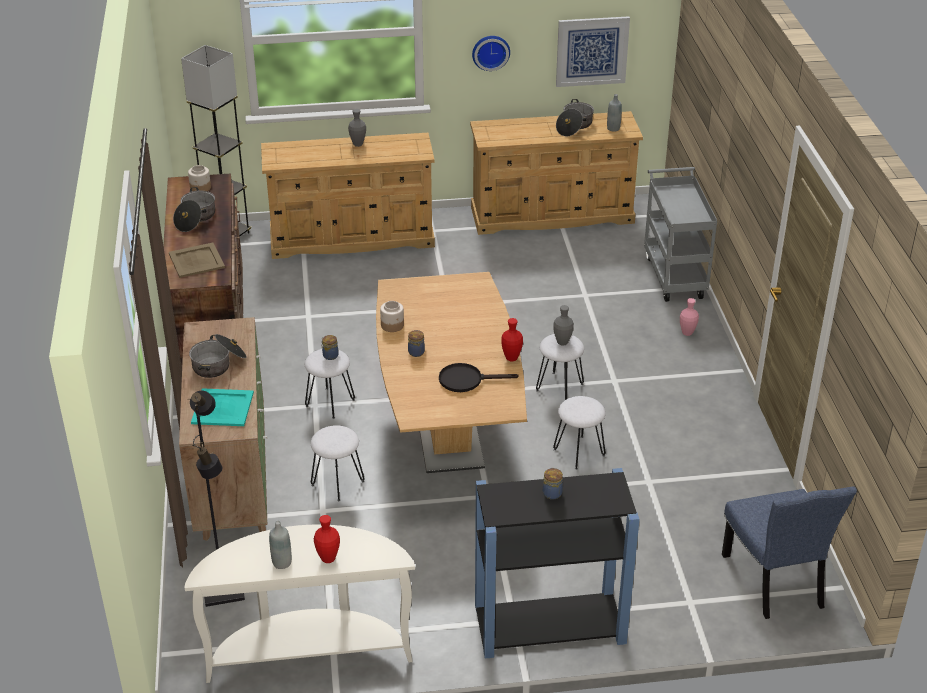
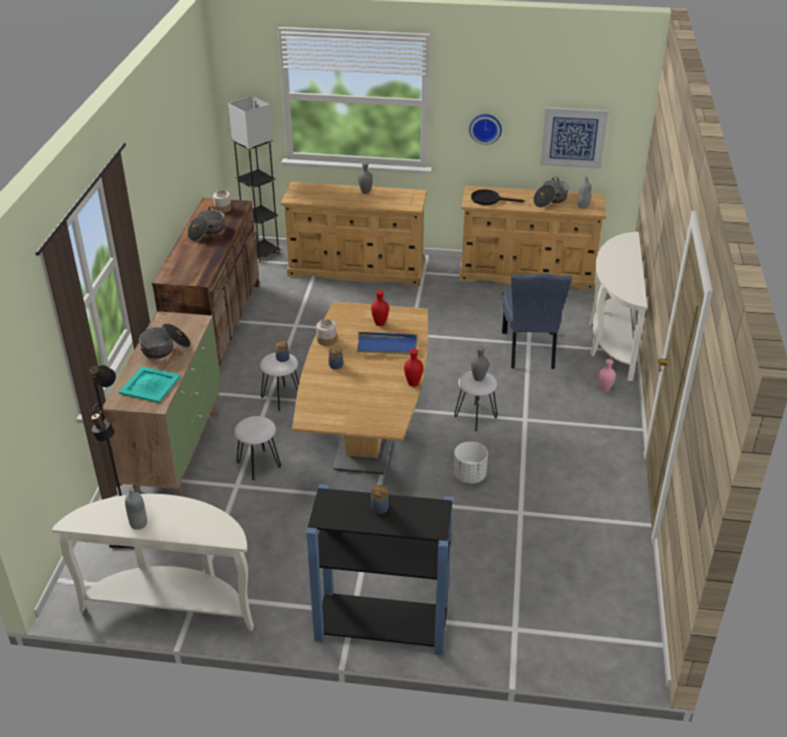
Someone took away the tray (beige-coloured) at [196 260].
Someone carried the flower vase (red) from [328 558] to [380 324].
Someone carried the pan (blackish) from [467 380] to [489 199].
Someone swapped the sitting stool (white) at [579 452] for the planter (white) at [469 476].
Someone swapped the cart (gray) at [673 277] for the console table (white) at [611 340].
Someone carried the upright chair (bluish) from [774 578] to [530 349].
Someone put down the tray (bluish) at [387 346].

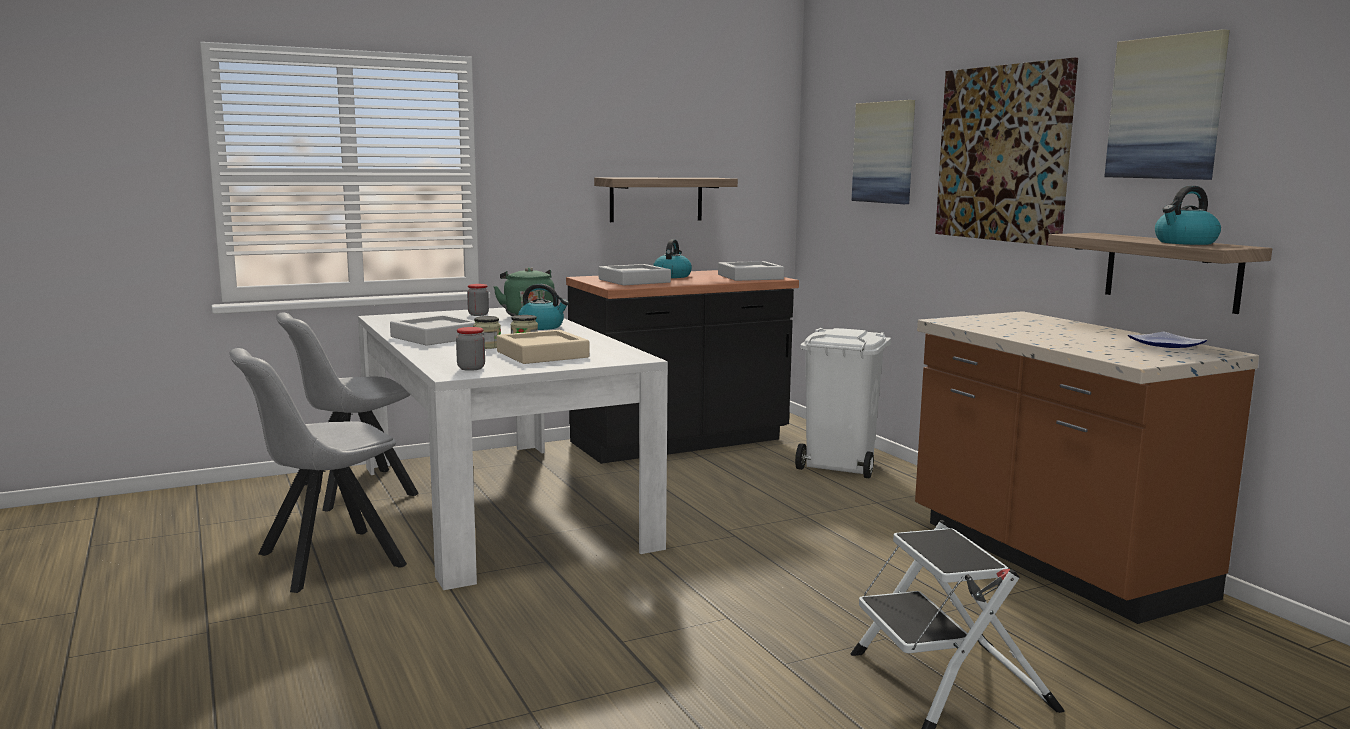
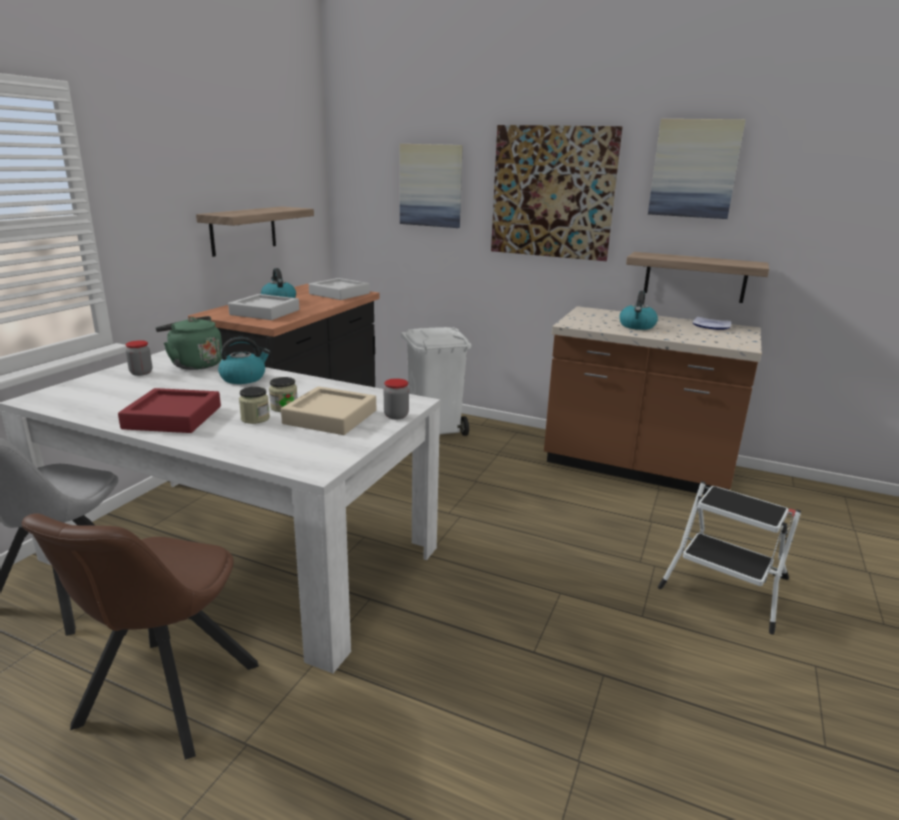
Someone repainted the upright chair (gray) at [326 561], which became the upright chair (brownish) at [166 698].
Someone repainted the tray (gray) at [436 337], which became the tray (red) at [173 417].
Someone carried the jar from [471 368] to [396 416].
Someone carried the kettle from [1185 242] to [637 326].

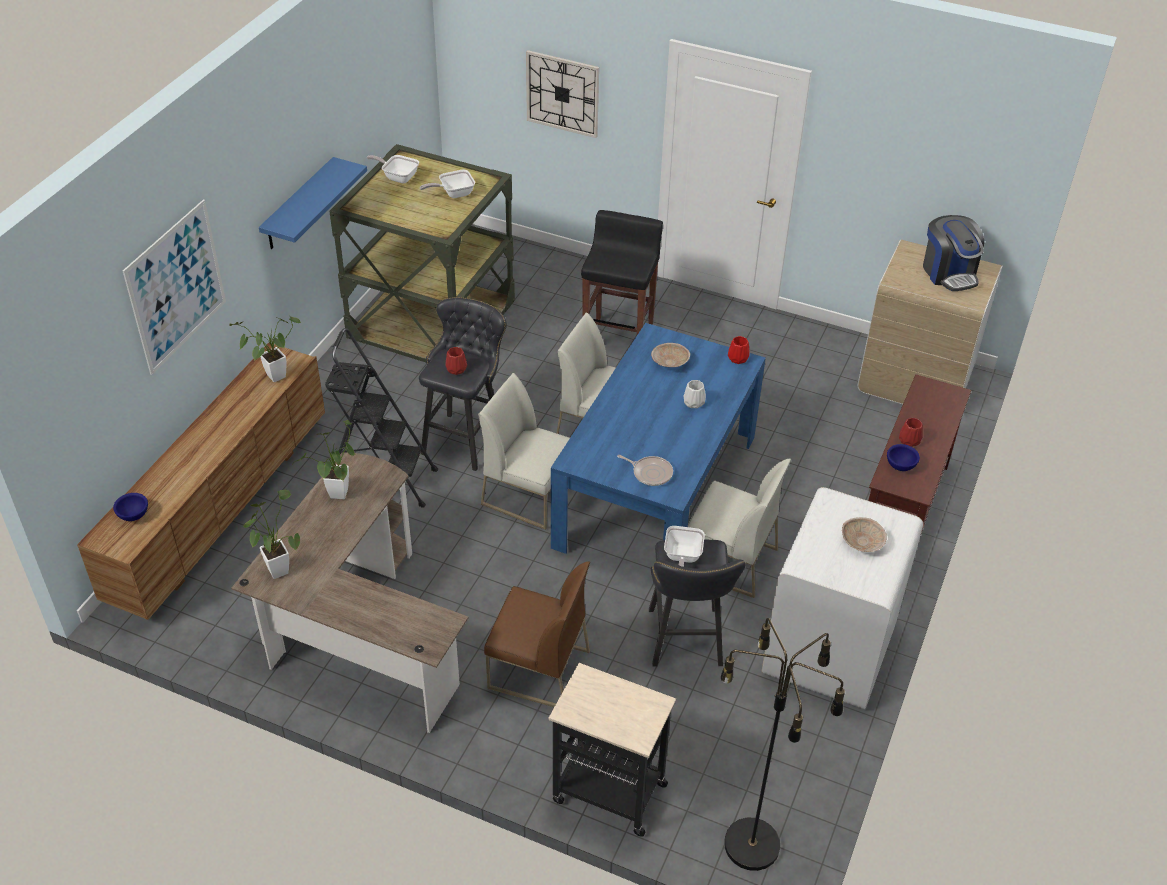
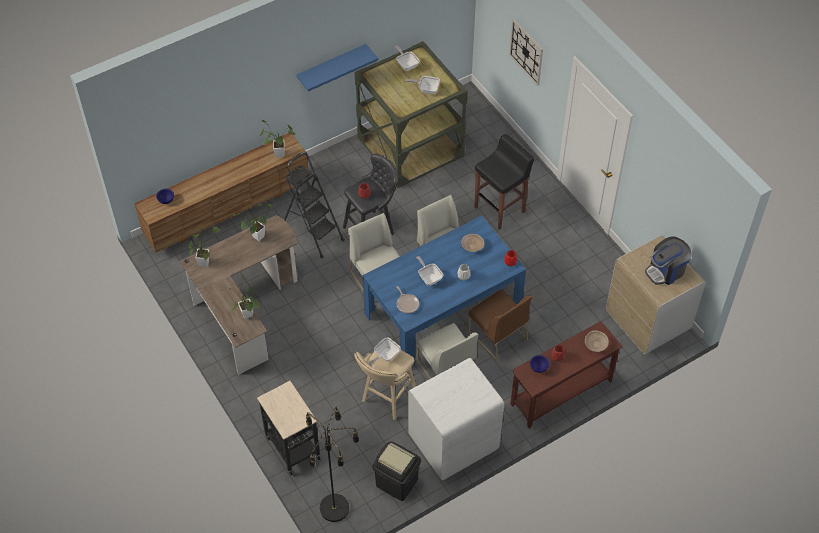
Someone took away the wall picture at [176 287].
Someone carried the upright chair (brownish) from [538 670] to [497 335].
Someone repainted the sitting stool (blackish) at [685 646], which became the sitting stool (beige-coloured) at [386 400].
Someone carried the bowl (beige-coloured) from [862 543] to [595 345].
Someone rotated the coffee brewer at [949 273] by 45 degrees clockwise.
Someone put down the potted plant at [248 316].
Someone put down the waste bin (blackish) at [396 483].
Someone put down the pan at [429 277].

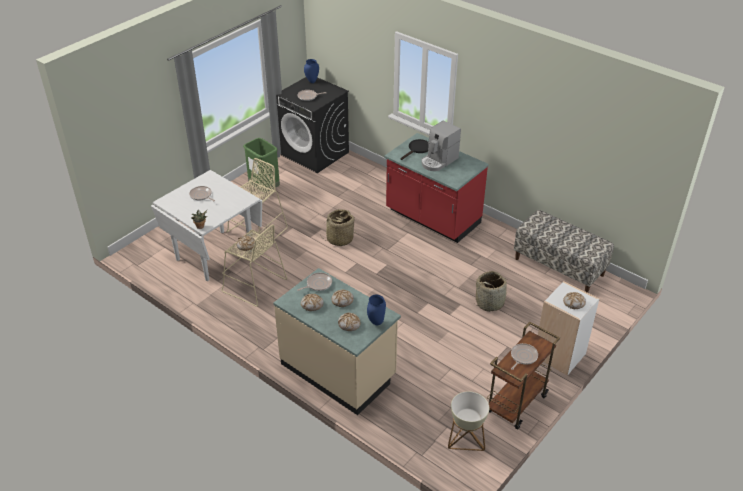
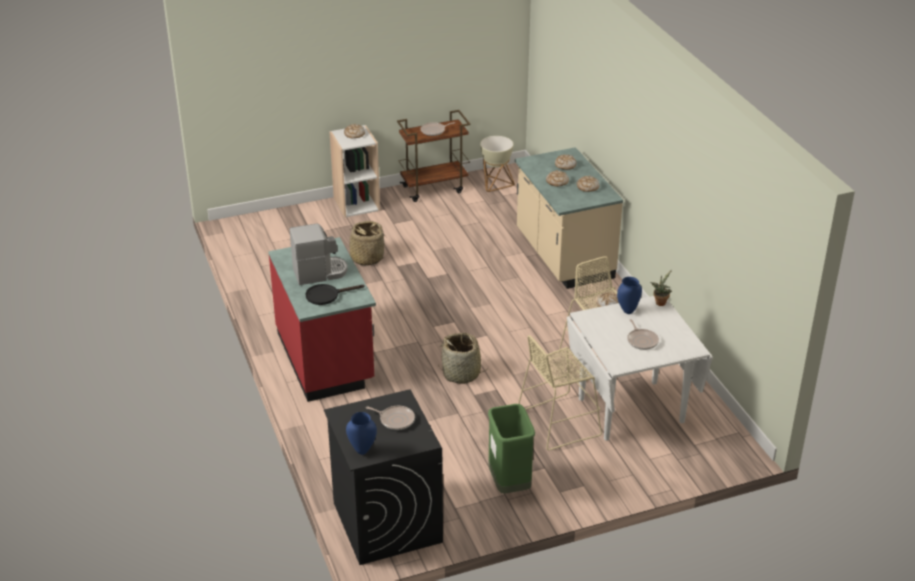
Someone took away the pan at [318 284].
Someone carried the flower vase (bluish) from [376 322] to [628 311].
Someone took away the bench at [559 267].

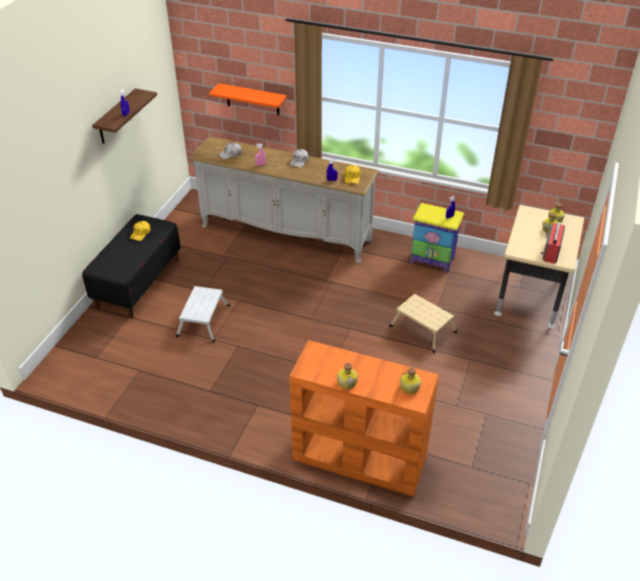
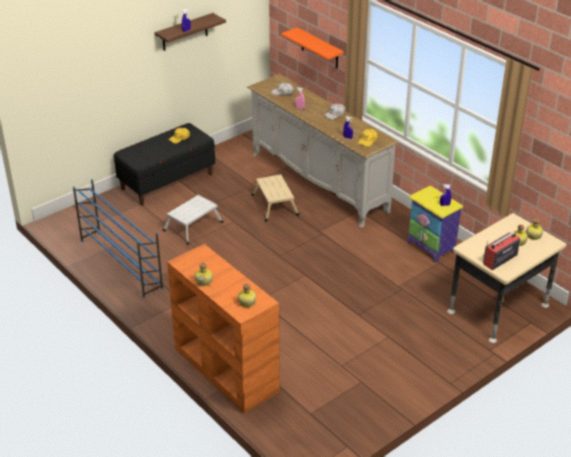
Someone carried the step stool (beige-coloured) from [422 328] to [275 204].
Someone put down the shoe stand (bluish) at [120 263].

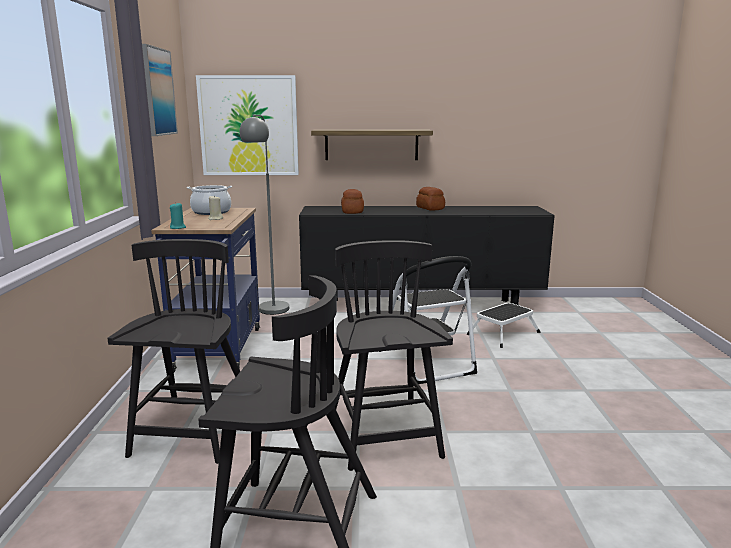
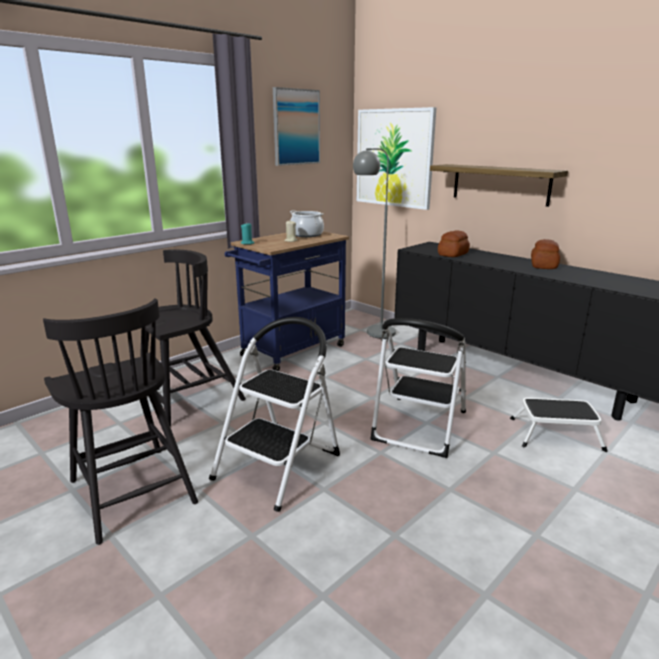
Someone swapped the upright chair (blackish) at [384 434] for the step stool at [280 465].

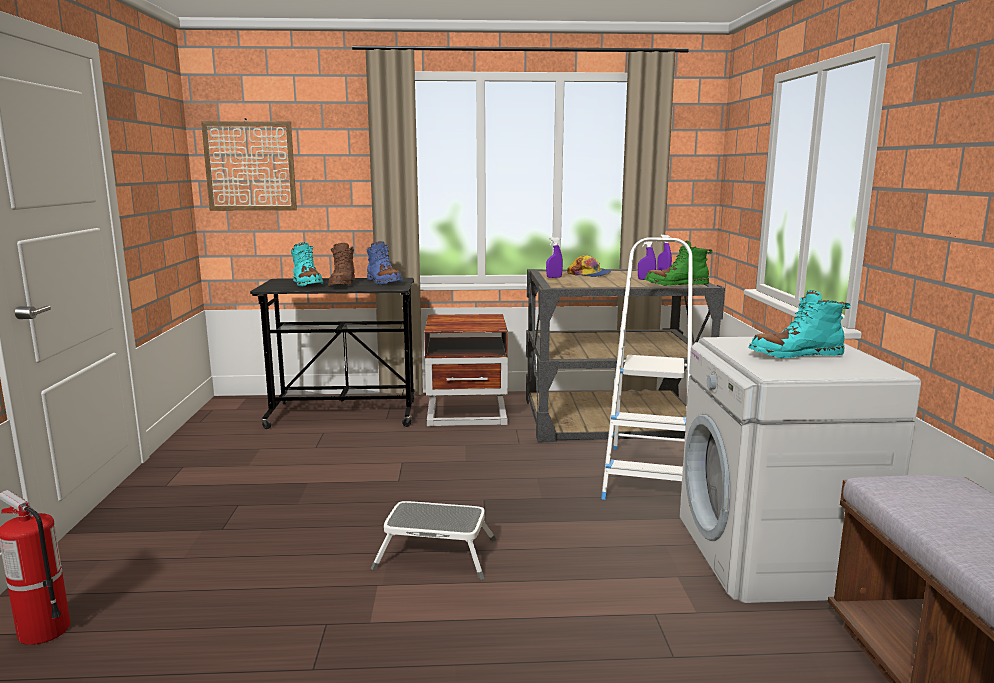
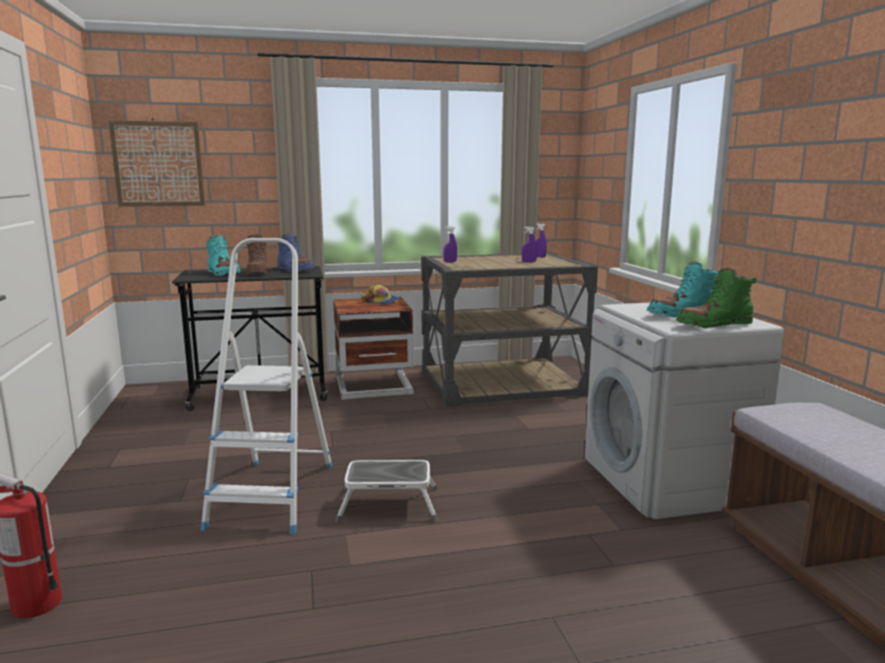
Someone carried the peaked cap from [589 274] to [381 301].
Someone carried the step stool (white) from [648 475] to [272 495].
Someone carried the boot (green) from [676 285] to [713 325].

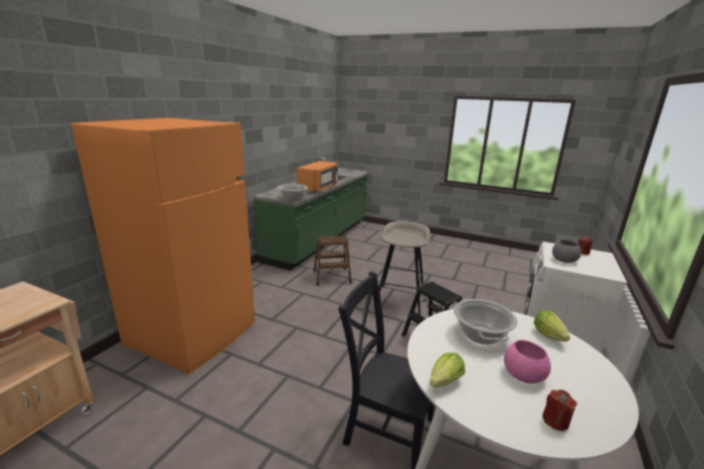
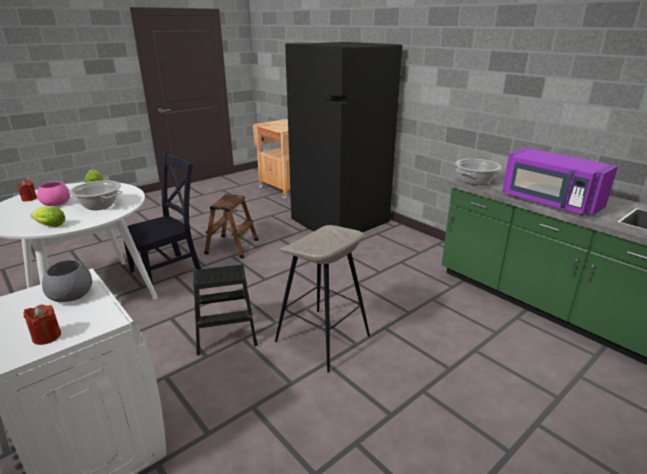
Someone repainted the refrigerator (orangey) at [193 333], which became the refrigerator (blackish) at [339 220].
Someone repainted the microwave oven (orangey) at [318 188], which became the microwave oven (purplish) at [549 202].
Someone carried the step stool (brownish) from [332 276] to [232 247].

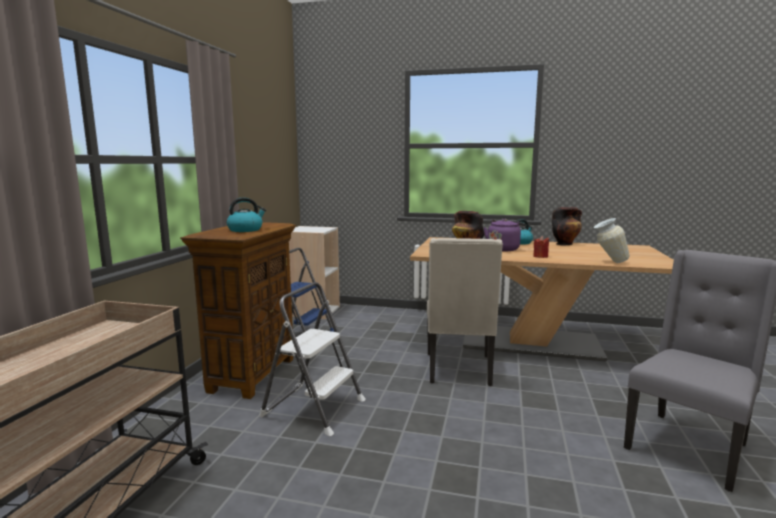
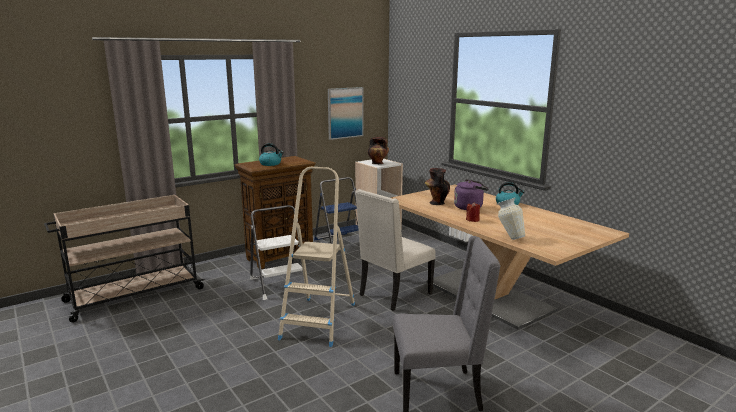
Someone carried the flower vase from [565 244] to [378 163].
Someone put down the step stool (beige-coloured) at [318 321].
Someone put up the wall picture at [345 113].

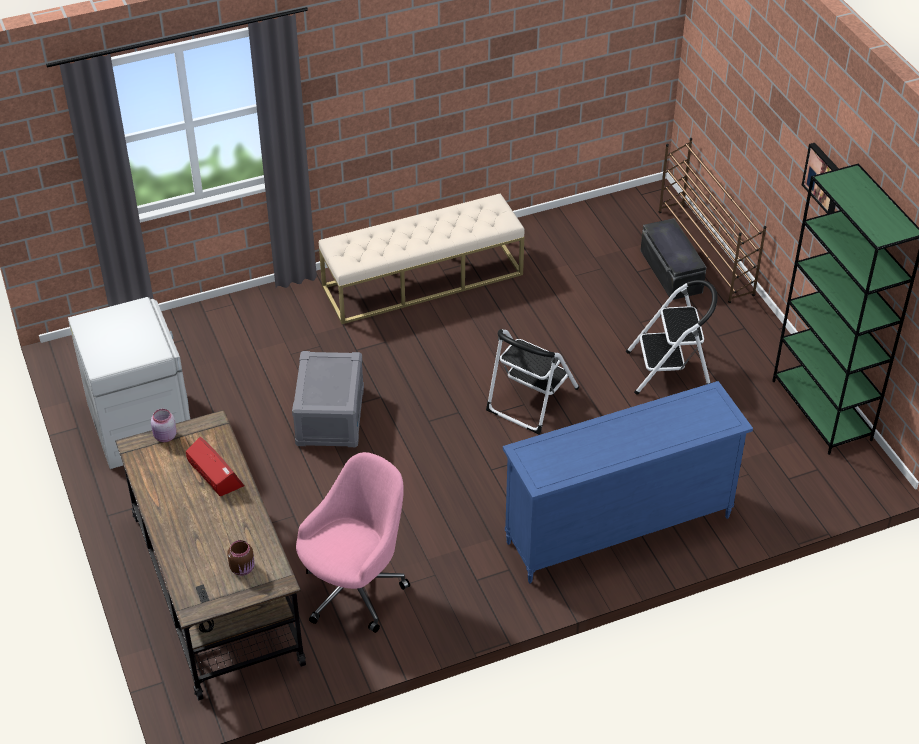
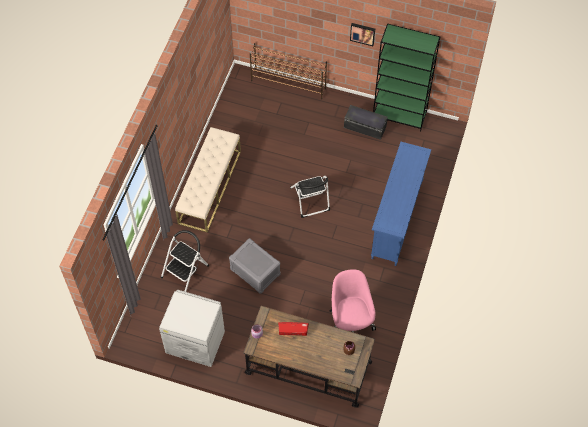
Someone carried the step stool from [671 371] to [186 270].
Someone carried the storage container (blackish) from [670 271] to [364 127].

